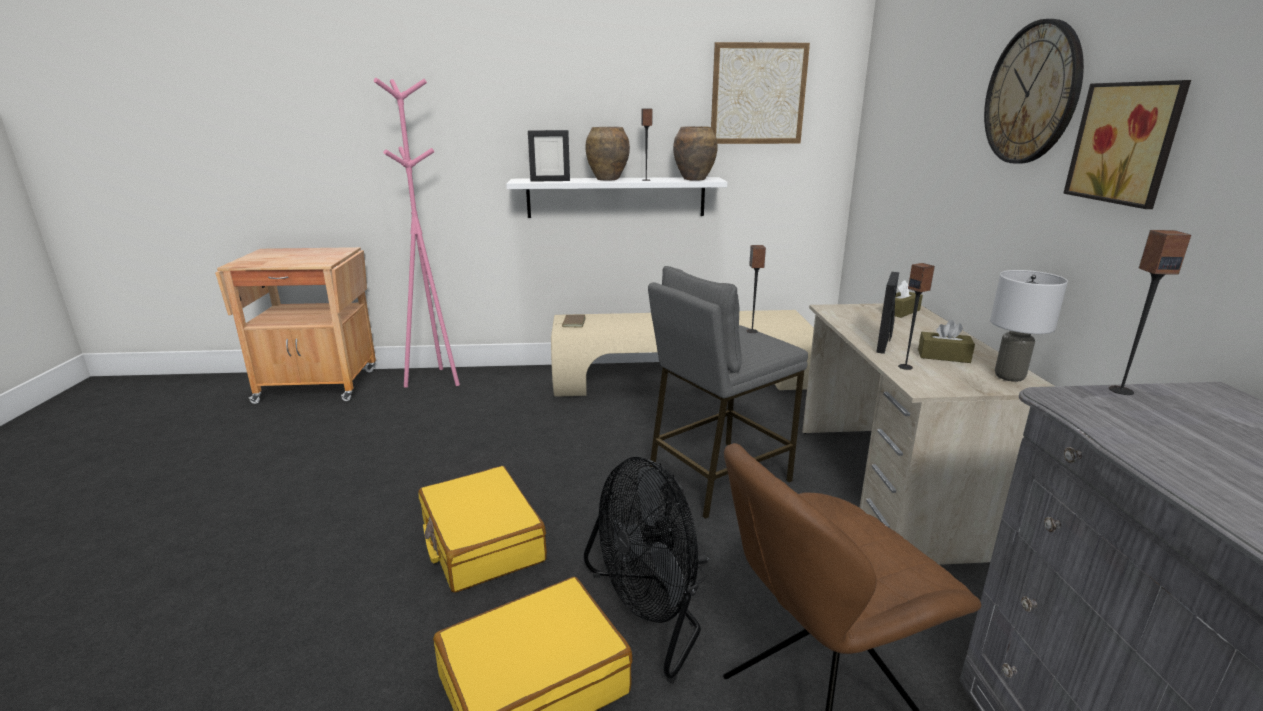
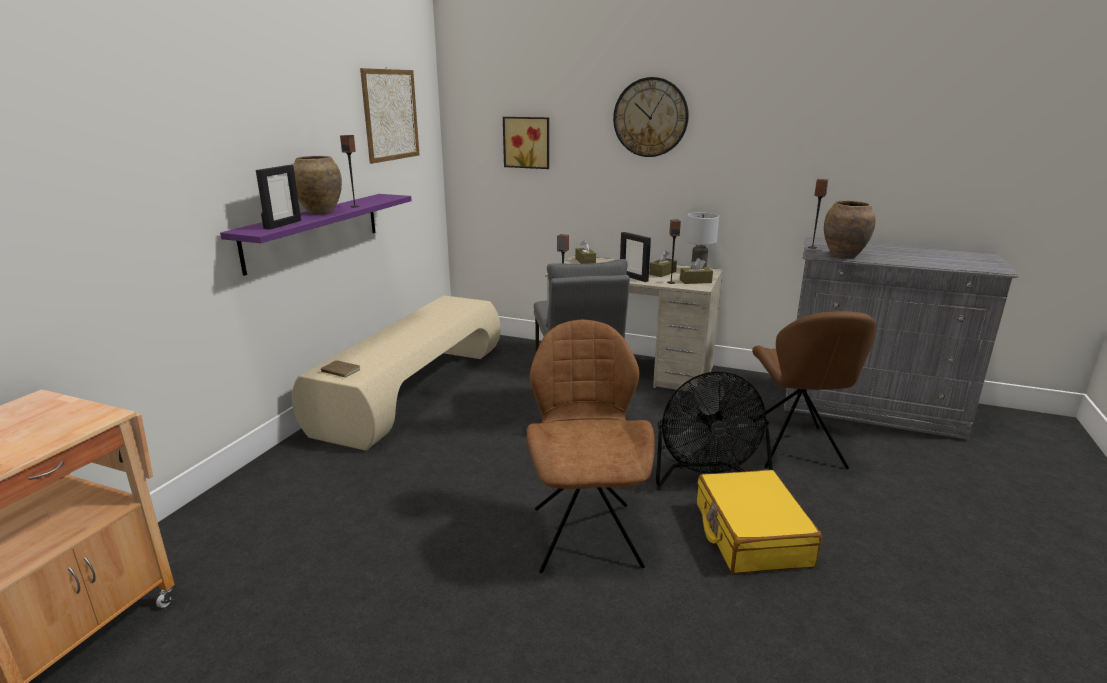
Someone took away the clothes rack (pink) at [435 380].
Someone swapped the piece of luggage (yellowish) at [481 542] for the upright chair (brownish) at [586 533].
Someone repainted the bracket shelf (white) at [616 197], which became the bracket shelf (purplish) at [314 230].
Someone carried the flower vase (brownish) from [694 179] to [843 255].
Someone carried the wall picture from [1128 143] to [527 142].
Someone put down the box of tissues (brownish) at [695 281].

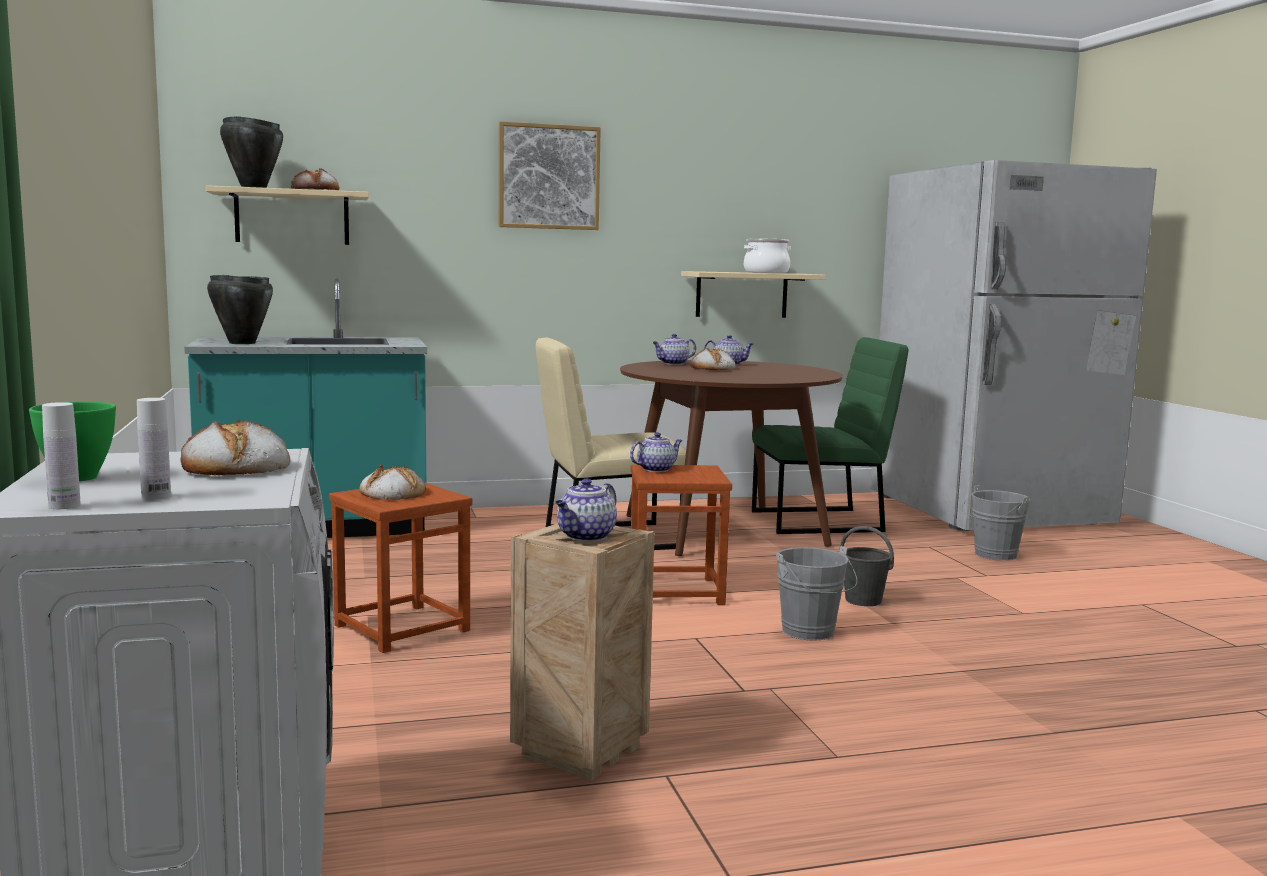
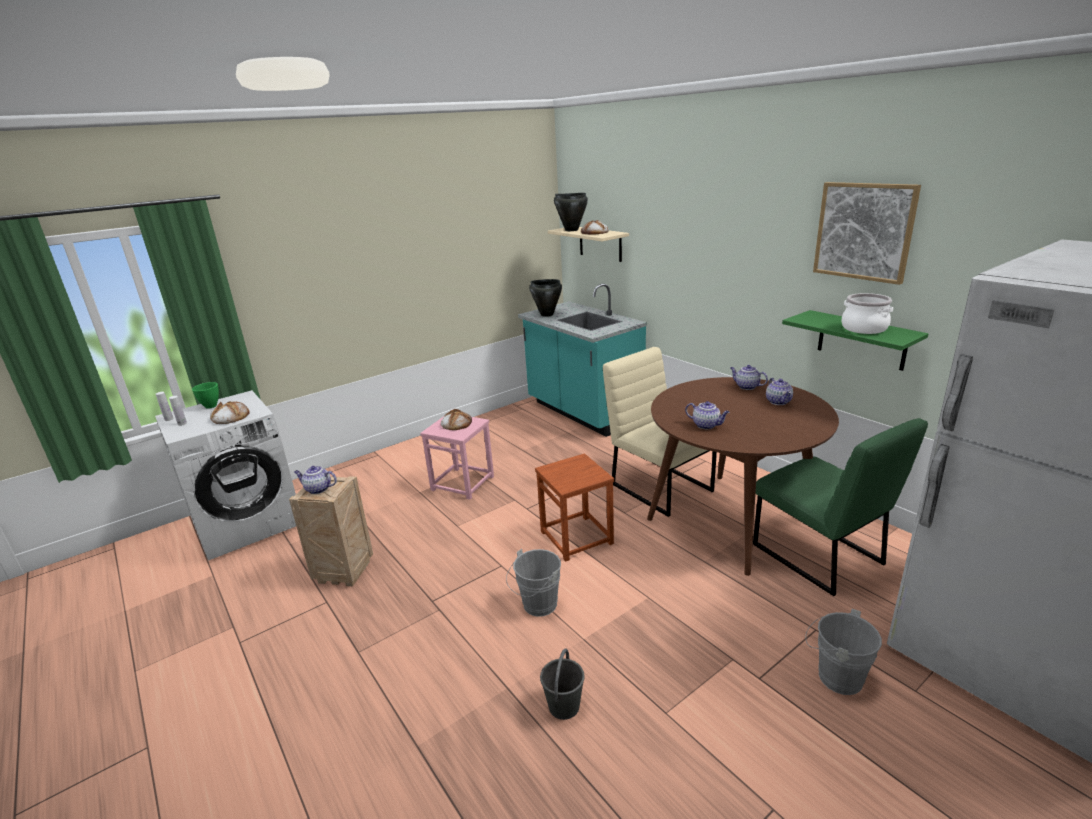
Someone repainted the sitting stool (brownish) at [402 627], which became the sitting stool (pink) at [463 483].
Someone carried the wall picture from [548 177] to [864 231].
Someone carried the pot for tea from [656 469] to [706 425].
Someone repainted the bracket shelf (beige-coloured) at [741 294], which became the bracket shelf (green) at [861 340].
Someone took away the bakery bread at [712 368].
Someone carried the water bucket (gray) from [864 600] to [564 706].

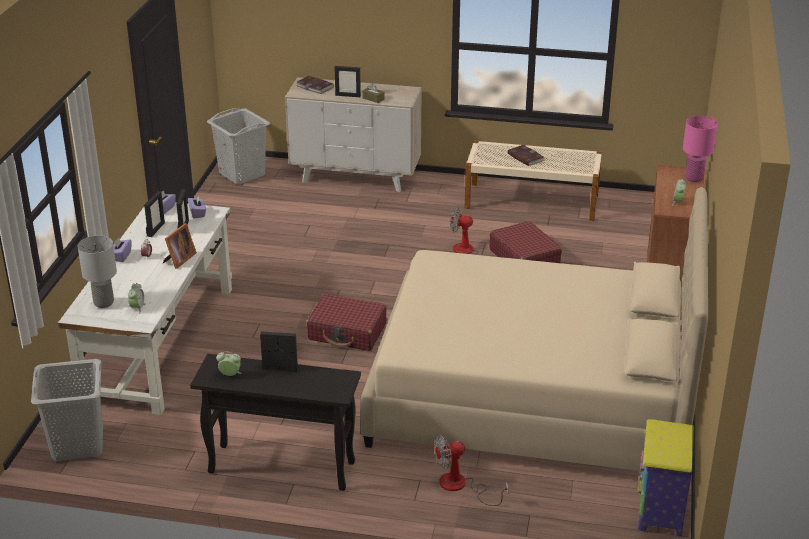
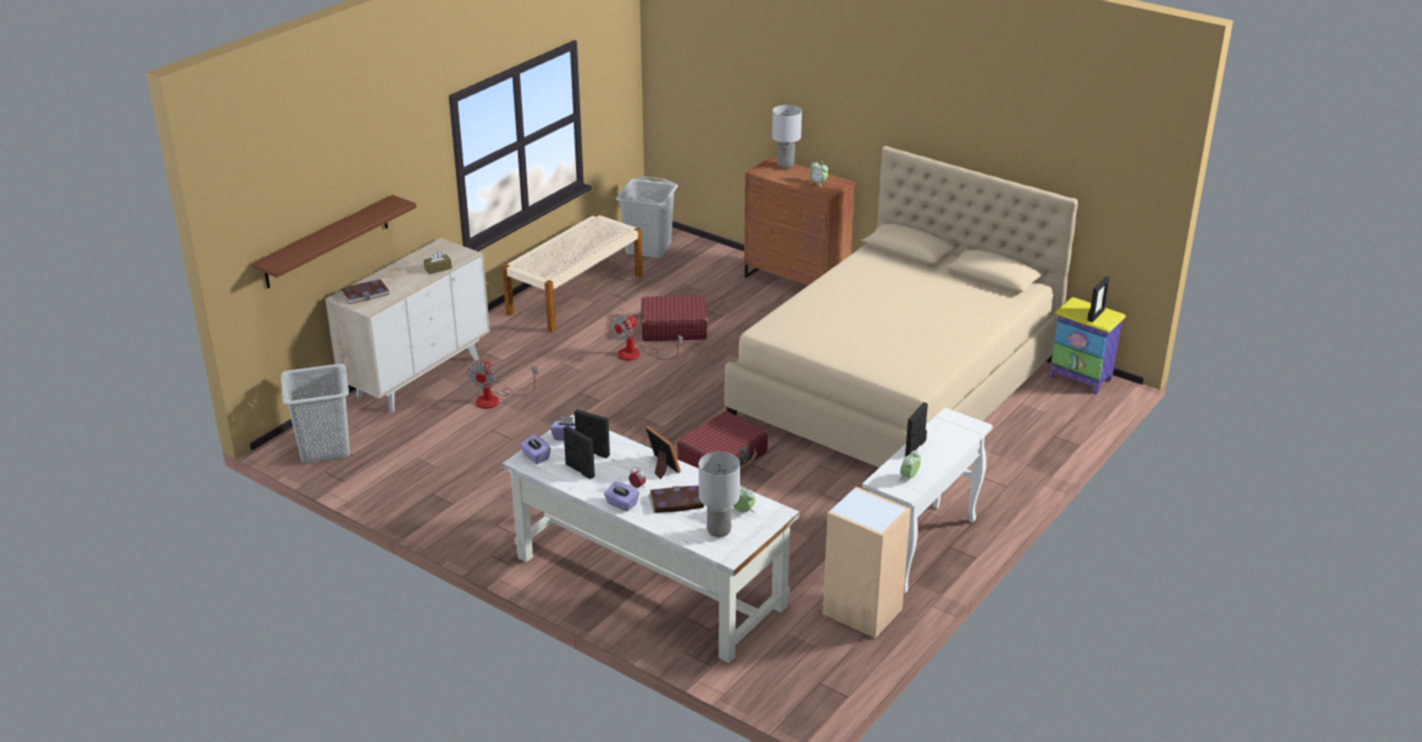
Someone carried the washing basket (gray) from [77 444] to [648 248].
Someone repainted the console table (blackish) at [280 467], which became the console table (white) at [920 548].
Someone carried the photo frame from [348 95] to [1096 315].
Someone carried the cooling fan from [461 486] to [496 399].
Someone carried the bound book from [525 157] to [676 502].
Someone repainted the table lamp (pink) at [694 179], which became the table lamp (gray) at [786 166].
Someone put up the bracket shelf (brownish) at [327 242].
Someone put down the bookcase at [863 612].

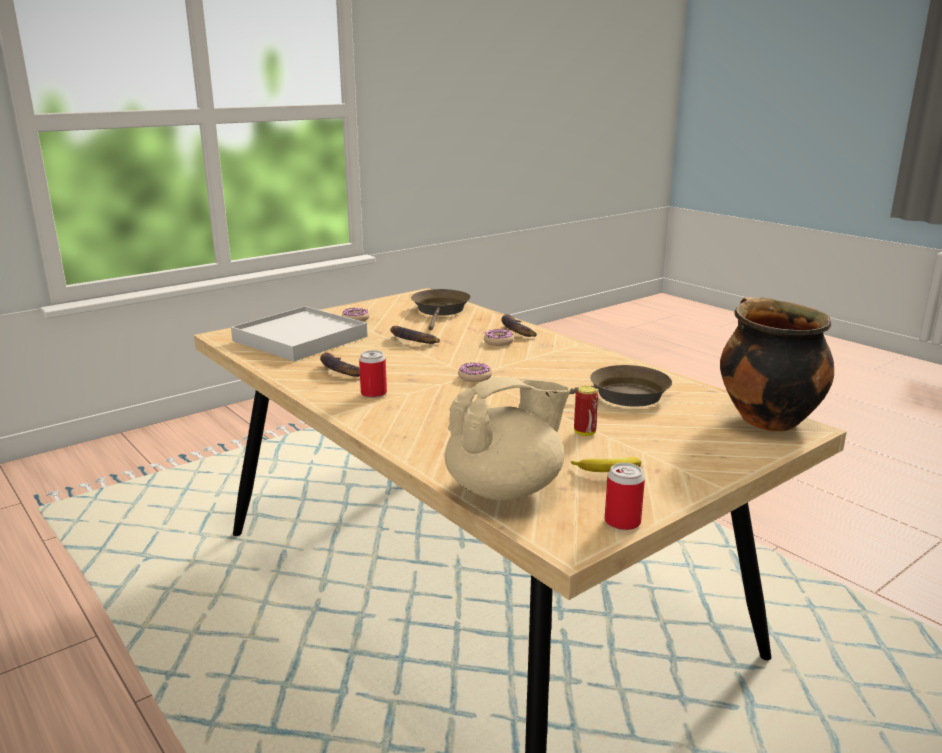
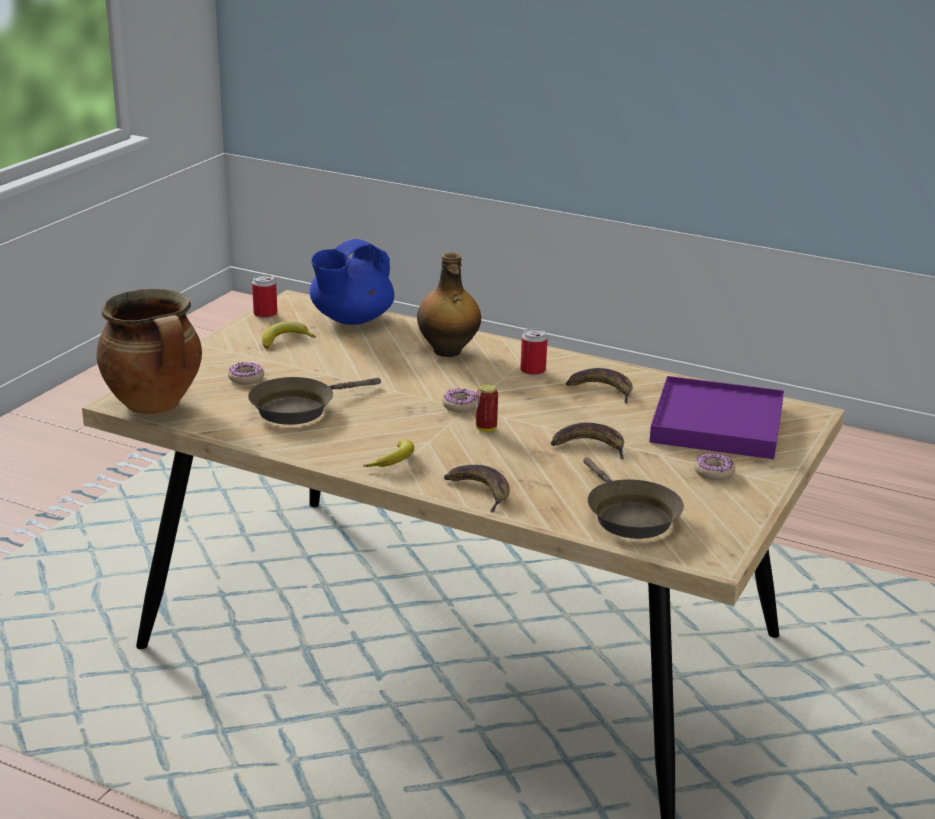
Someone repainted the tray (white) at [300 339], which became the tray (purplish) at [717 424].
Someone repainted the pot for tea (beige-coloured) at [506 489], which became the pot for tea (bluish) at [351 319].
Someone carried the ring doughnut from [498 342] to [246 378].
Someone carried the sealed can from [584 433] to [486 428].
Someone put down the banana at [394 461].
Someone put down the beverage bottle at [448 351].

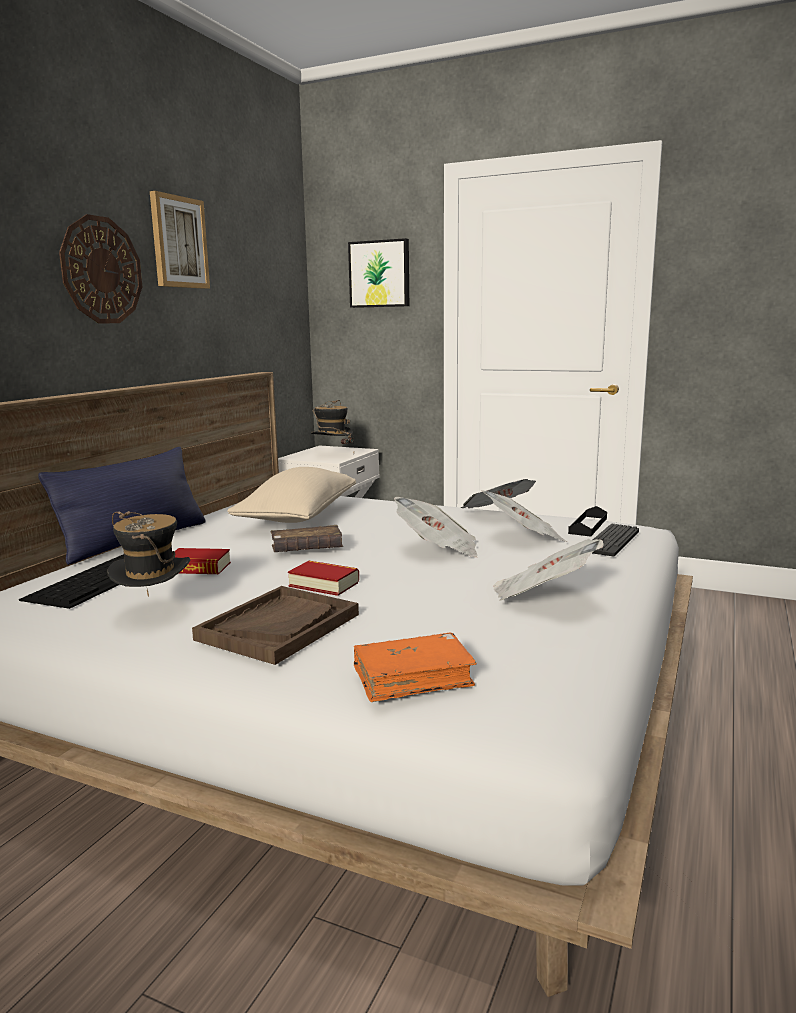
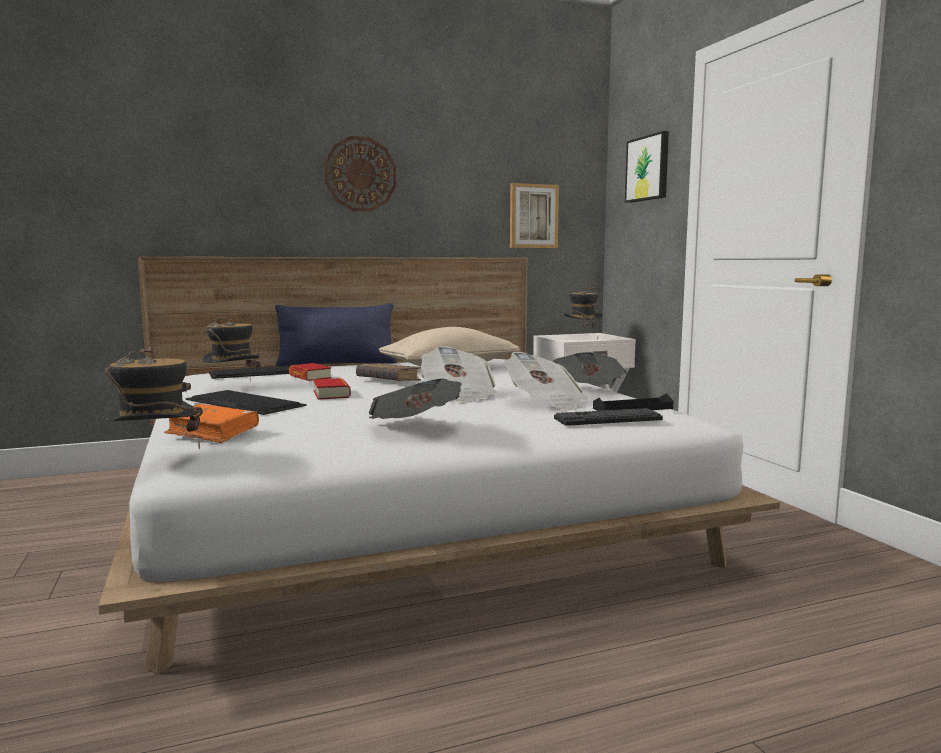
Someone carried the wall picture from [178 242] to [533 216].
Someone swapped the tray (brownish) at [279 627] for the keyboard at [246 402].
Someone put down the hat at [155 456].

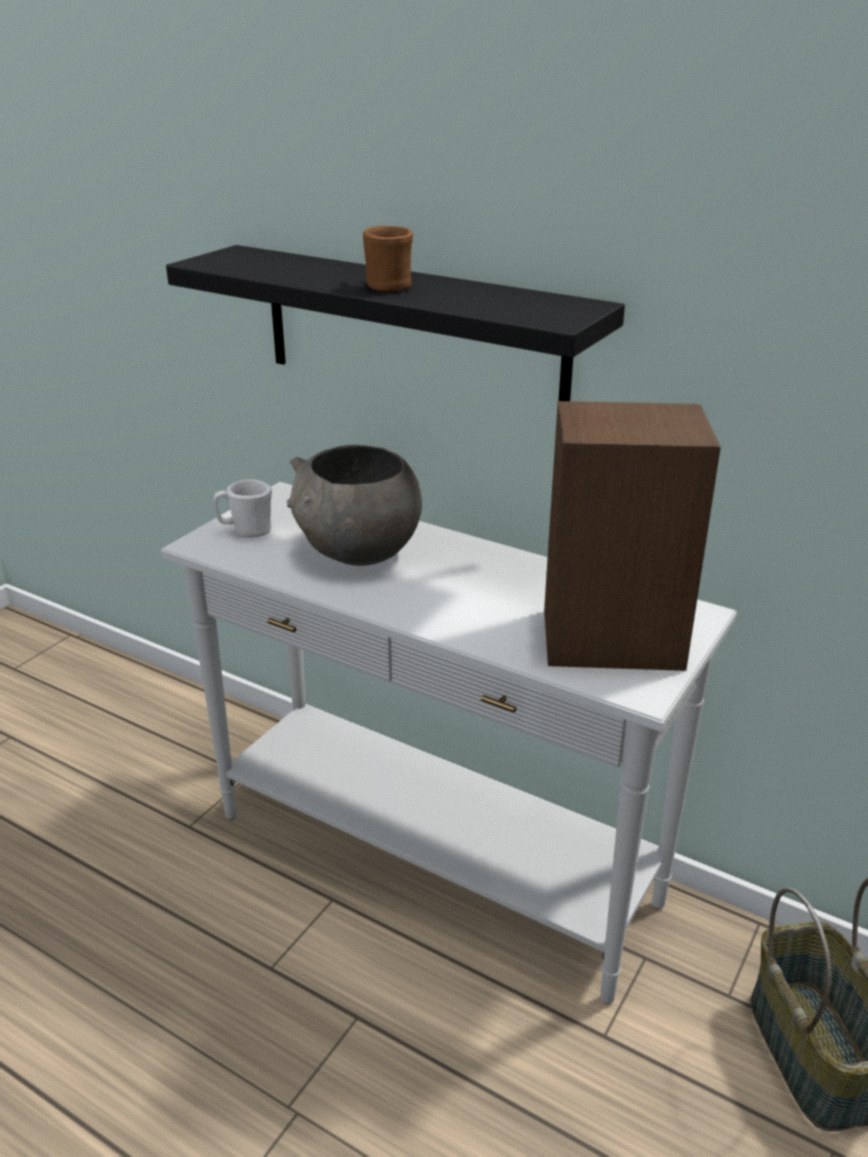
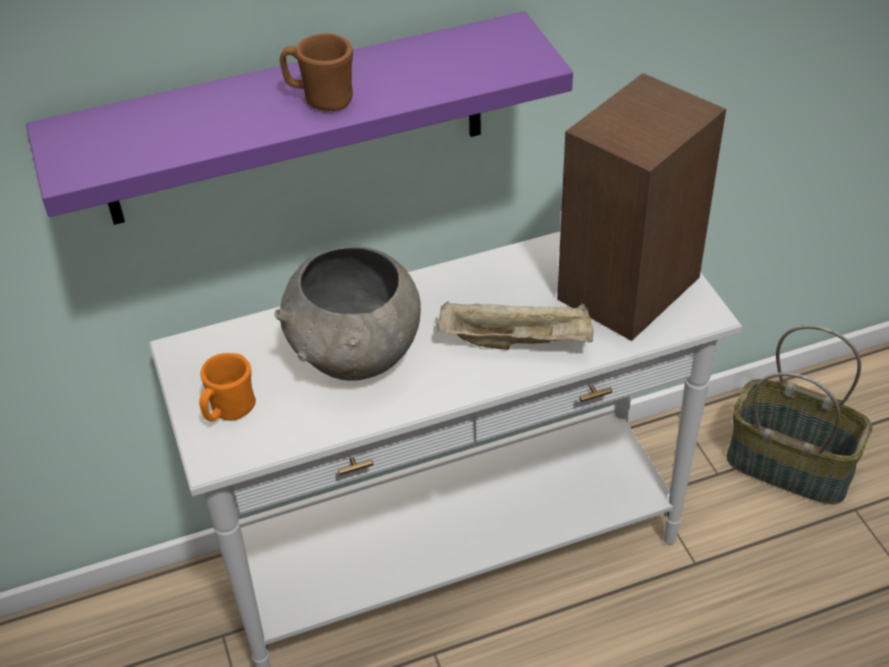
Someone repainted the bracket shelf (blackish) at [411 332], which became the bracket shelf (purplish) at [294 121].
Someone repainted the mug (white) at [246 531], which became the mug (orangey) at [229 411].
Someone put down the tray (beige-coloured) at [517 341].

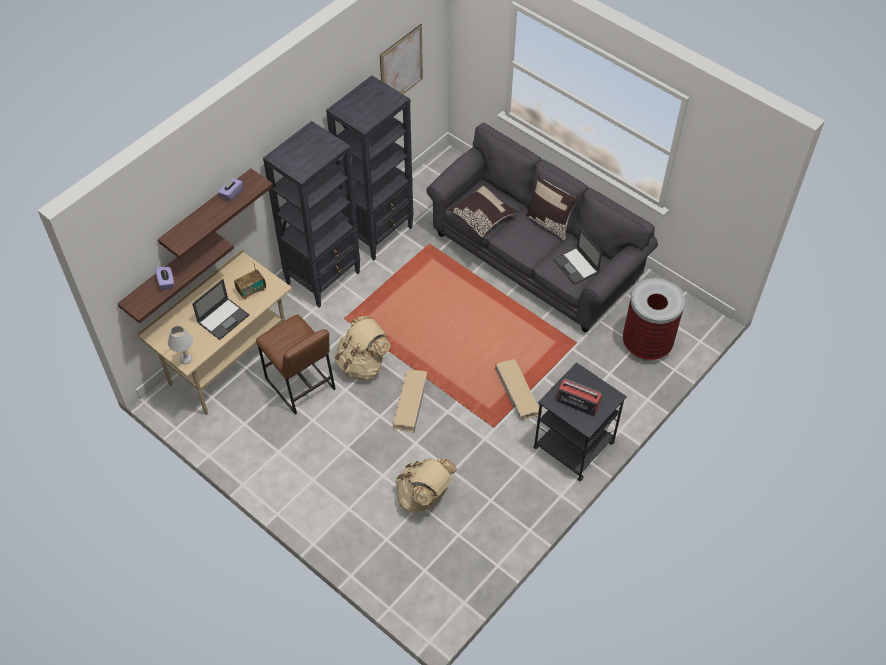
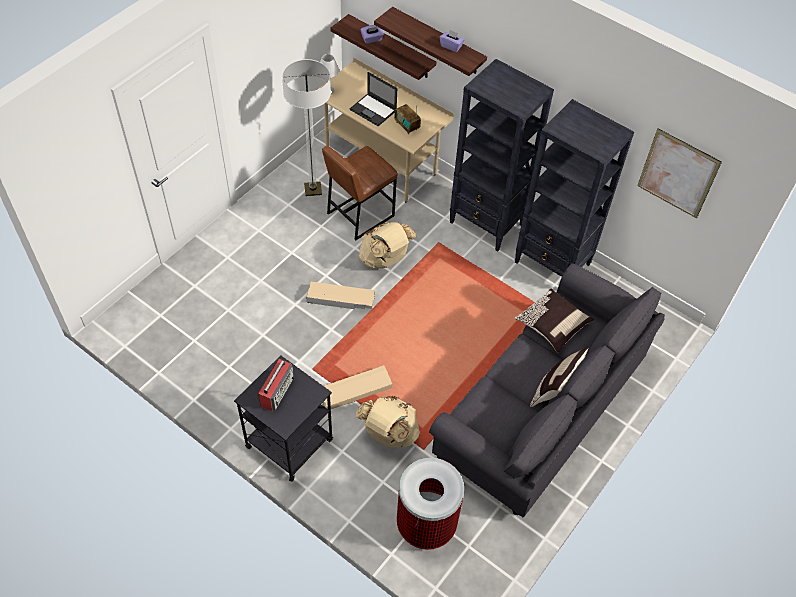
Someone carried the knapsack (beige-coloured) from [424 496] to [388 433].
Someone took away the notebook computer at [576 266].
Someone put down the standing lamp at [313 189].

